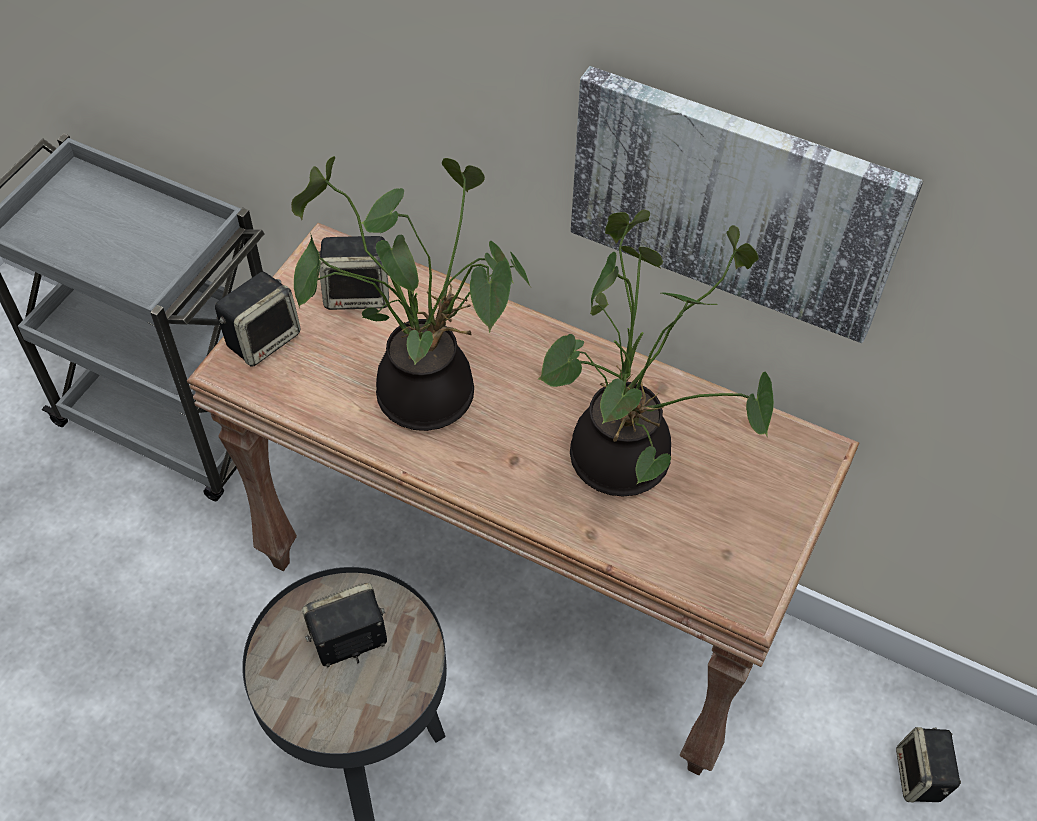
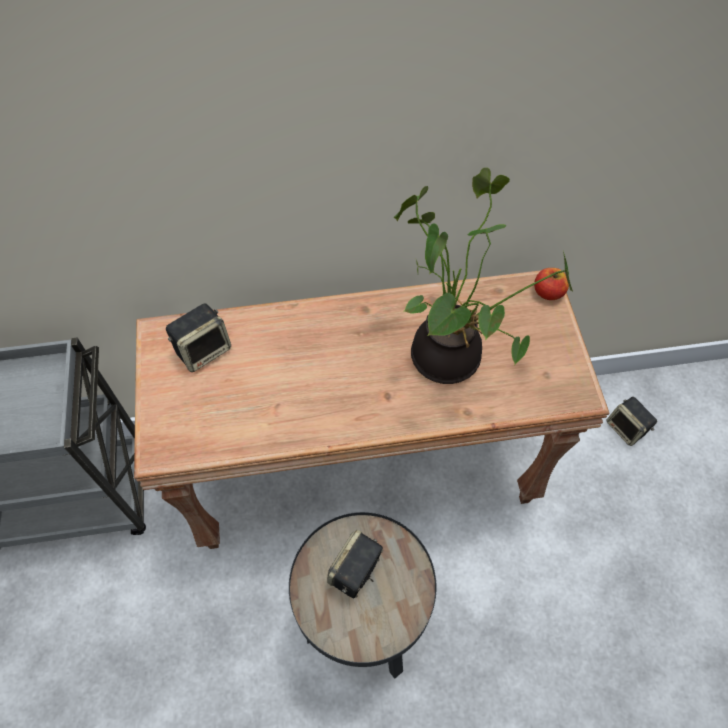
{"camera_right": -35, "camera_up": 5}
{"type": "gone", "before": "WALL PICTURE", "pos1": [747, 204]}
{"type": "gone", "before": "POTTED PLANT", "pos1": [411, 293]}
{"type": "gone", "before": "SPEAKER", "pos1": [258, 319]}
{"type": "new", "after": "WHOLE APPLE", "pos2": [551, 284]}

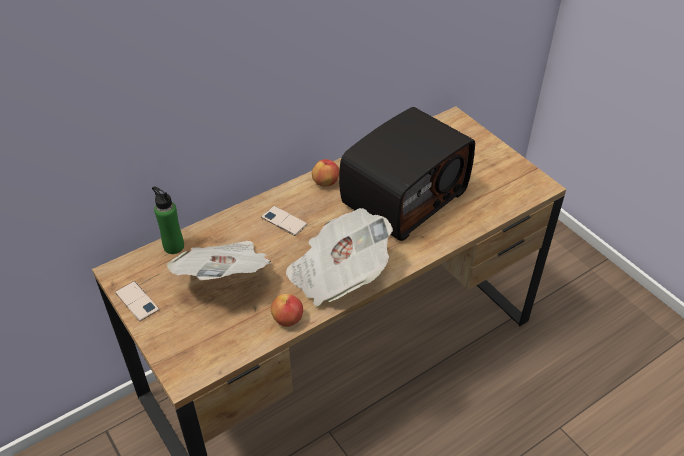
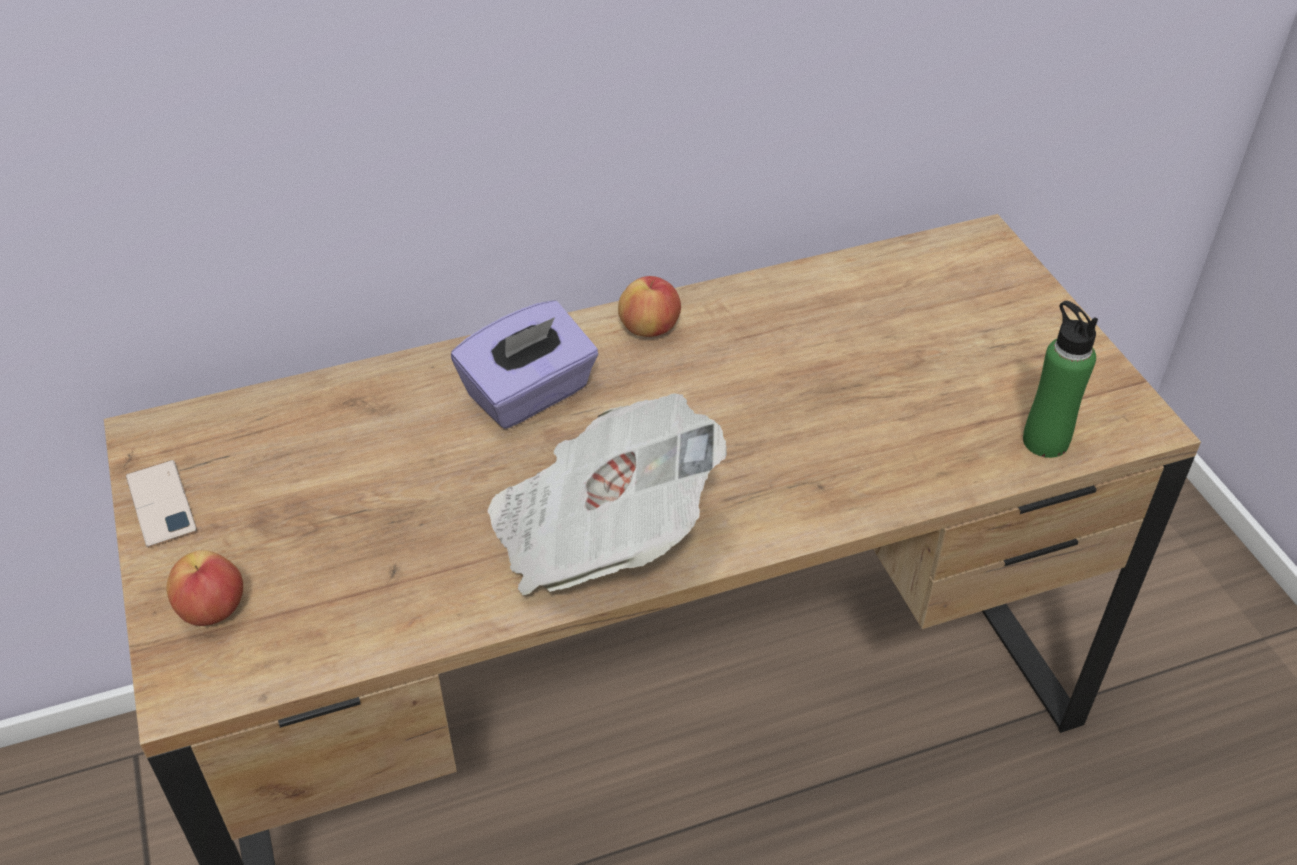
{"camera_right": 15, "camera_up": 0}
{"type": "gone", "before": "RADIO RECEIVER", "pos1": [407, 174]}
{"type": "shifted", "before": "GREENISH BEVERAGE BOTTLE", "pos1": [168, 220], "pos2": [1060, 379]}
{"type": "swapped", "before": "HANDSET", "after": "PURPLE-COLOURED TISSUE HOLDER", "pos1": [284, 221], "pos2": [524, 364]}
{"type": "gone", "before": "DAILY PAPER", "pos1": [219, 260]}
{"type": "shifted", "before": "WHOLE APPLE", "pos1": [287, 310], "pos2": [204, 588]}

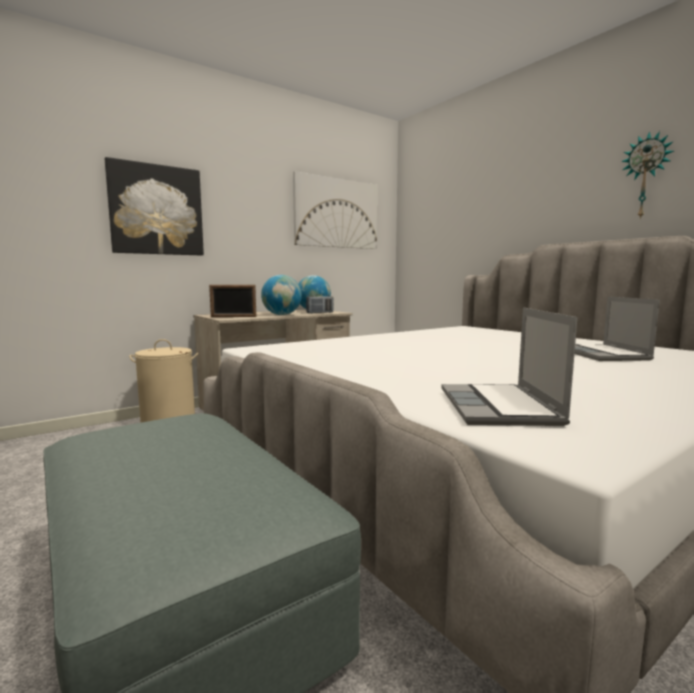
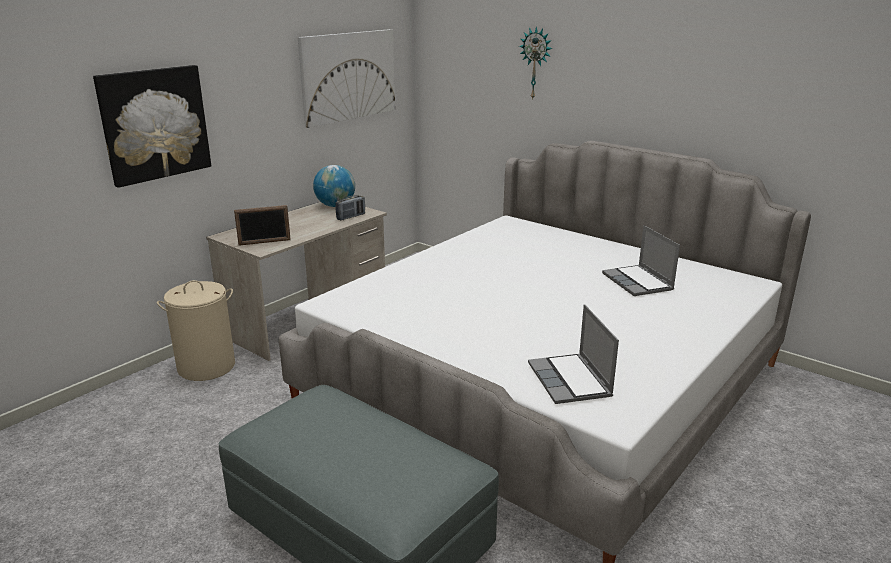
{"camera_right": -15, "camera_up": 15}
{"type": "shifted", "before": "HANGING CLOCK", "pos1": [647, 175], "pos2": [535, 63]}
{"type": "gone", "before": "GLOBE", "pos1": [281, 295]}

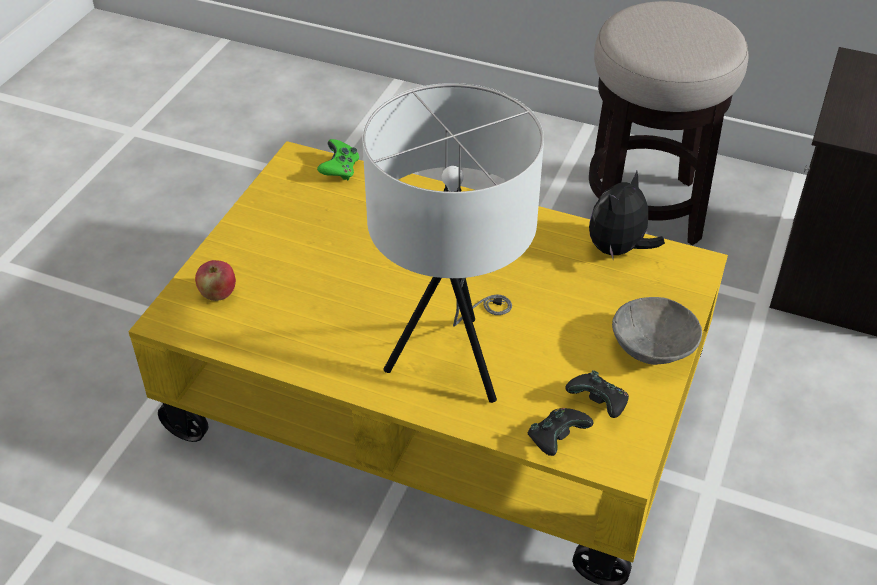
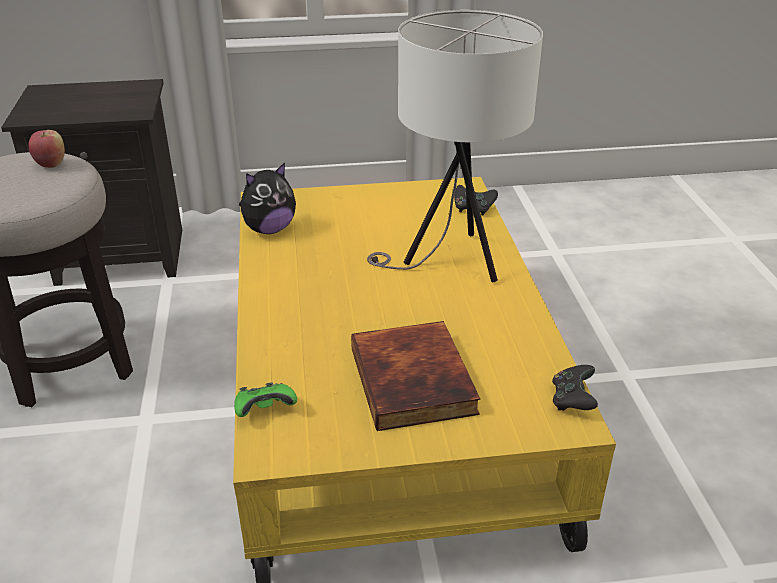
{"camera_right": -120, "camera_up": -10}
{"type": "rotated", "before": "CUDDLY TOY", "pos1": [627, 216], "pos2": [267, 198], "turn": -45}
{"type": "shifted", "before": "WHOLE APPLE", "pos1": [215, 280], "pos2": [47, 149]}
{"type": "gone", "before": "GRAY DEEP DISH", "pos1": [657, 331]}
{"type": "shifted", "before": "BLACK GAME CONTROLLER", "pos1": [597, 394], "pos2": [575, 388]}
{"type": "new", "after": "BOOK", "pos2": [415, 376]}

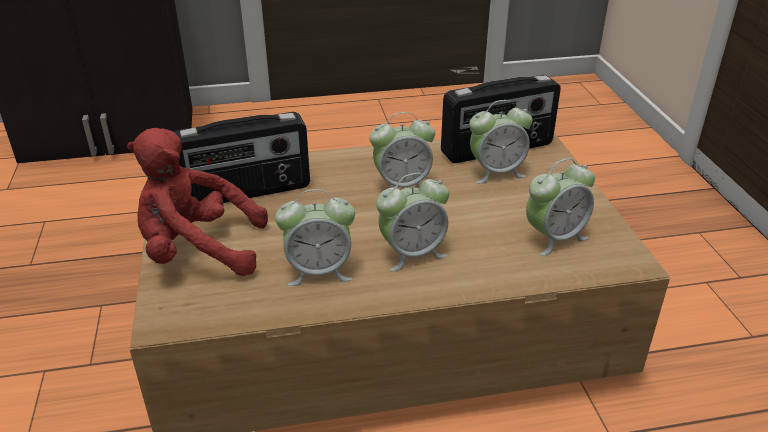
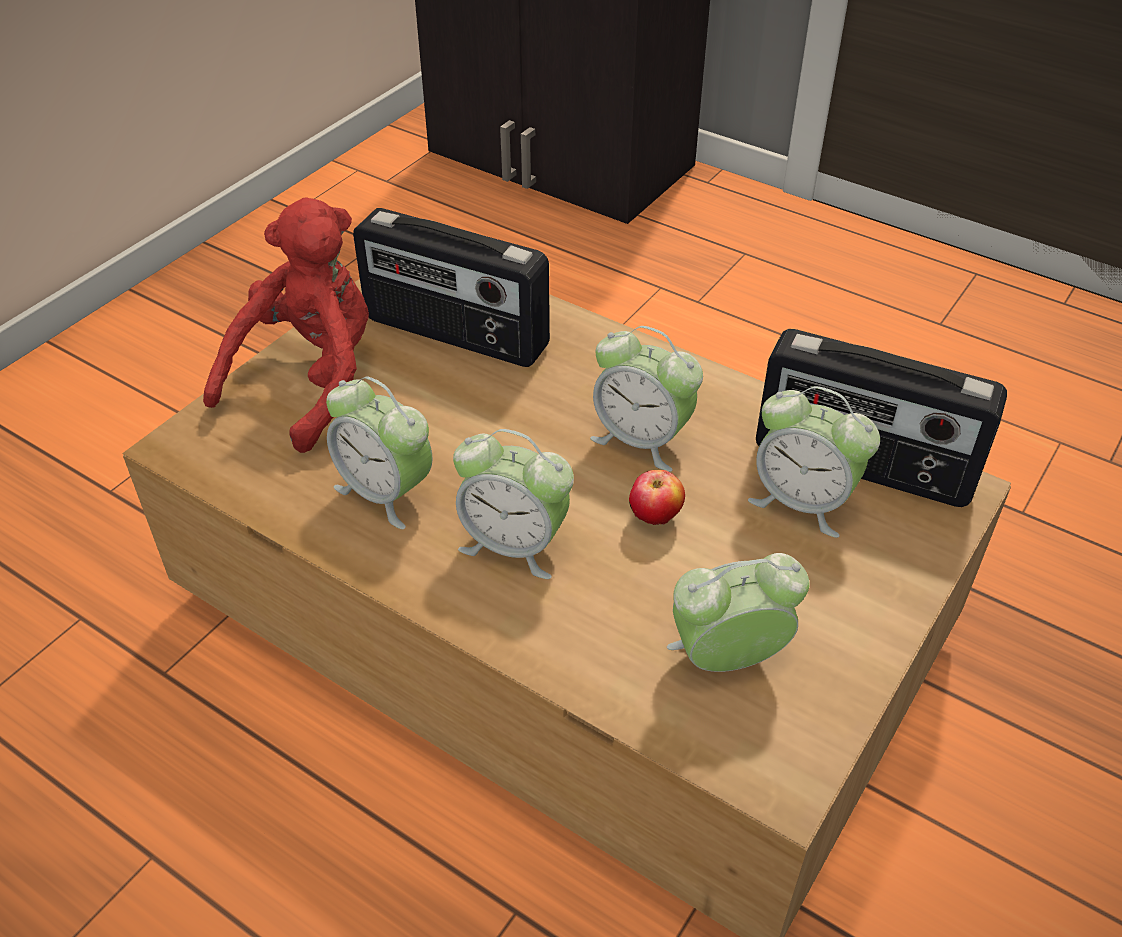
{"camera_right": 45, "camera_up": 10}
{"type": "rotated", "before": "RED-COLOURED CUDDLY TOY", "pos1": [197, 202], "pos2": [286, 325], "turn": 75}
{"type": "rotated", "before": "TABLE CLOCK", "pos1": [560, 207], "pos2": [738, 612], "turn": 150}
{"type": "new", "after": "WHOLE APPLE", "pos2": [657, 497]}

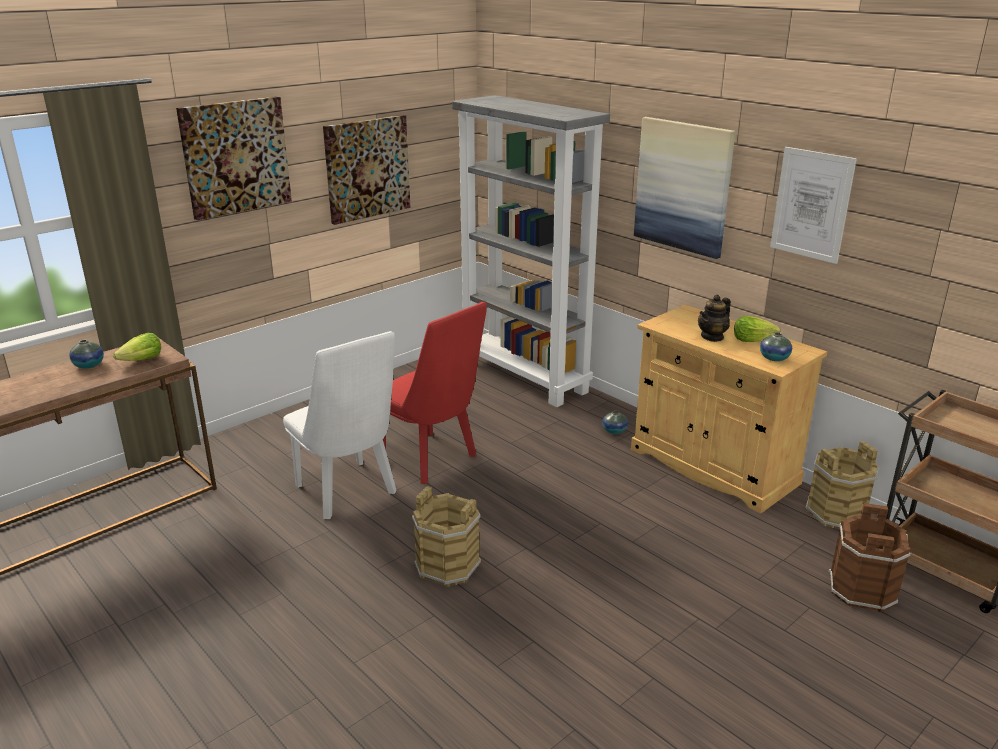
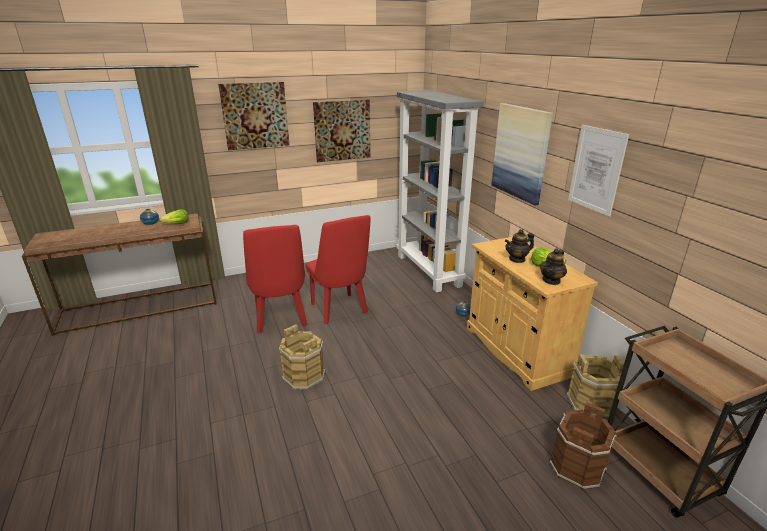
{"camera_right": 20, "camera_up": 0}
{"type": "repainted", "before": "WHITE UPRIGHT CHAIR", "after": "RED-COLOURED UPRIGHT CHAIR", "pos1": [340, 425], "pos2": [275, 279]}
{"type": "swapped", "before": "DECORATIVE VASE", "after": "TEAPOT", "pos1": [776, 347], "pos2": [553, 266]}

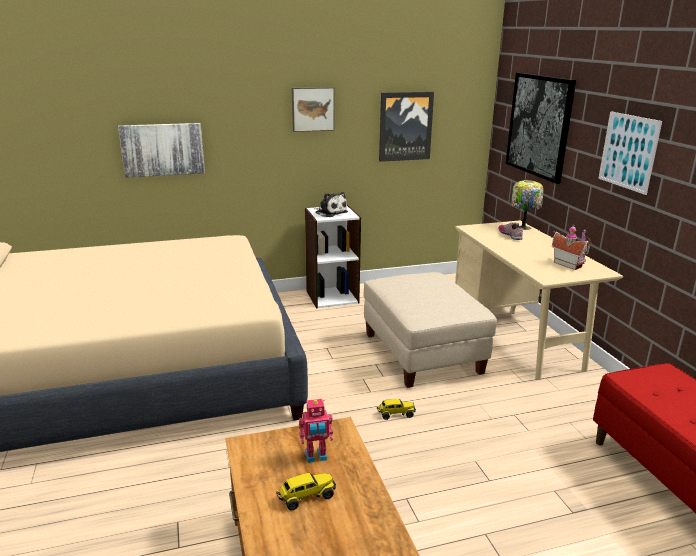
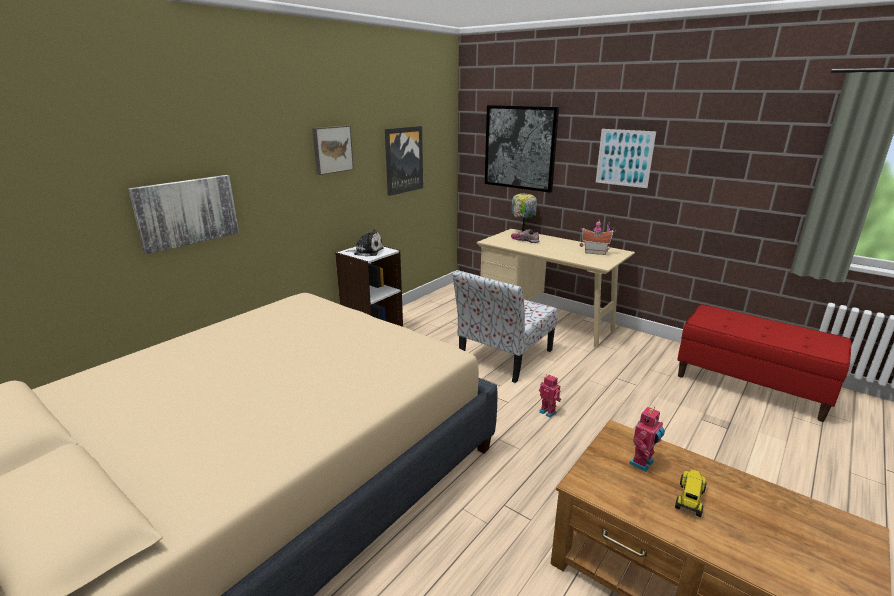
{"camera_right": -35, "camera_up": 0}
{"type": "swapped", "before": "BEIGE-COLOURED FOOTREST", "after": "UPRIGHT CHAIR", "pos1": [430, 330], "pos2": [505, 327]}
{"type": "swapped", "before": "TOY TRUCK", "after": "TOY ROBOT", "pos1": [396, 409], "pos2": [550, 396]}

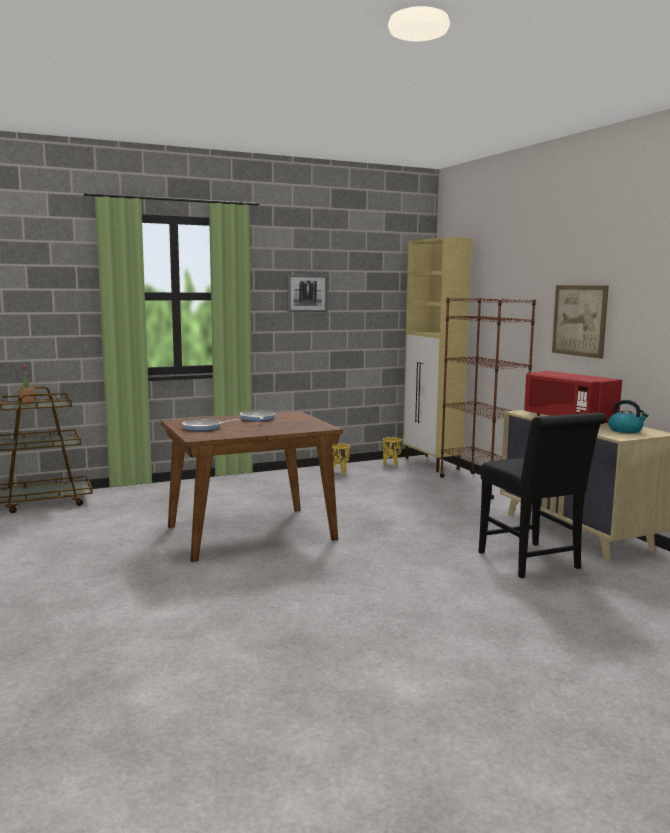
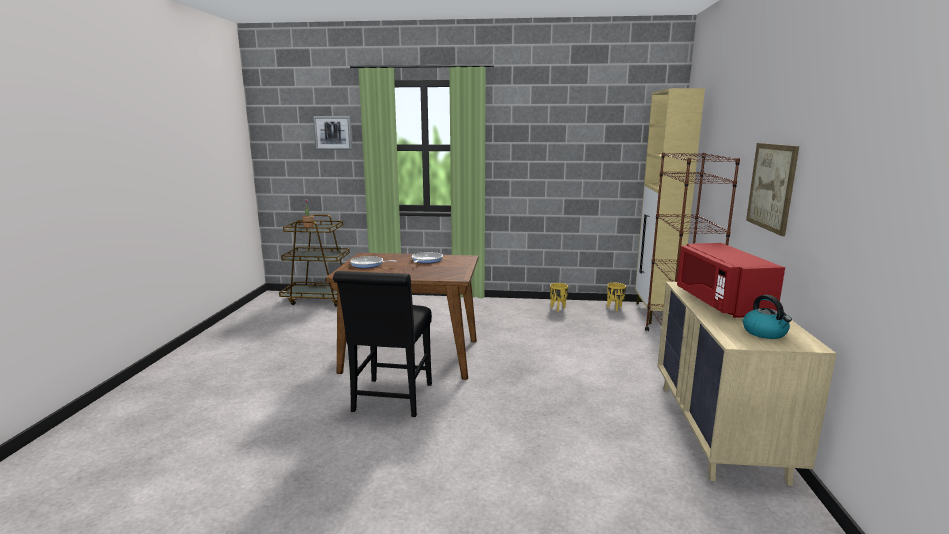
{"camera_right": 30, "camera_up": 5}
{"type": "shifted", "before": "WALL PICTURE", "pos1": [307, 293], "pos2": [332, 133]}
{"type": "shifted", "before": "BLACK UPRIGHT CHAIR", "pos1": [543, 495], "pos2": [382, 344]}

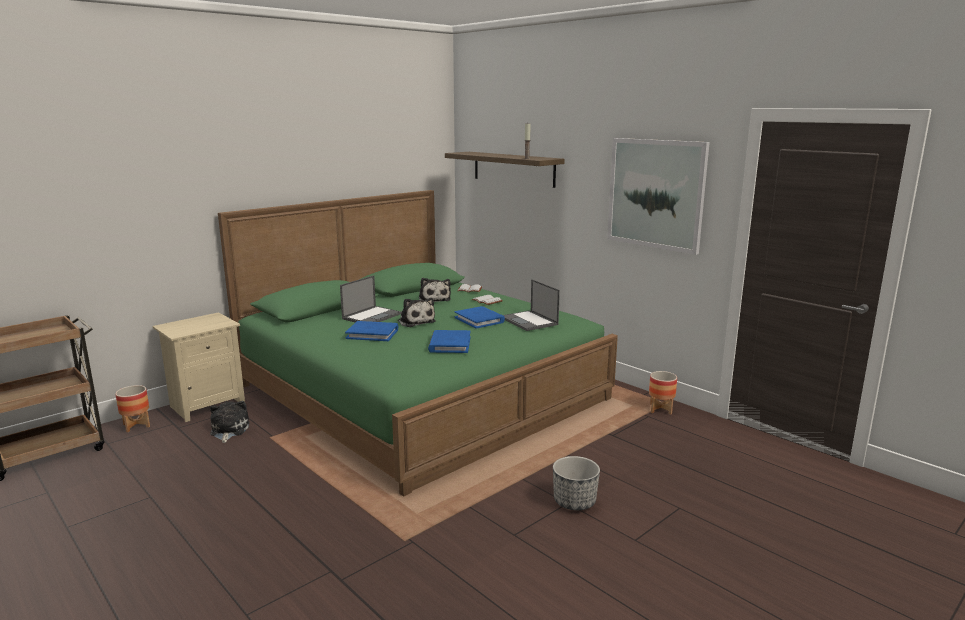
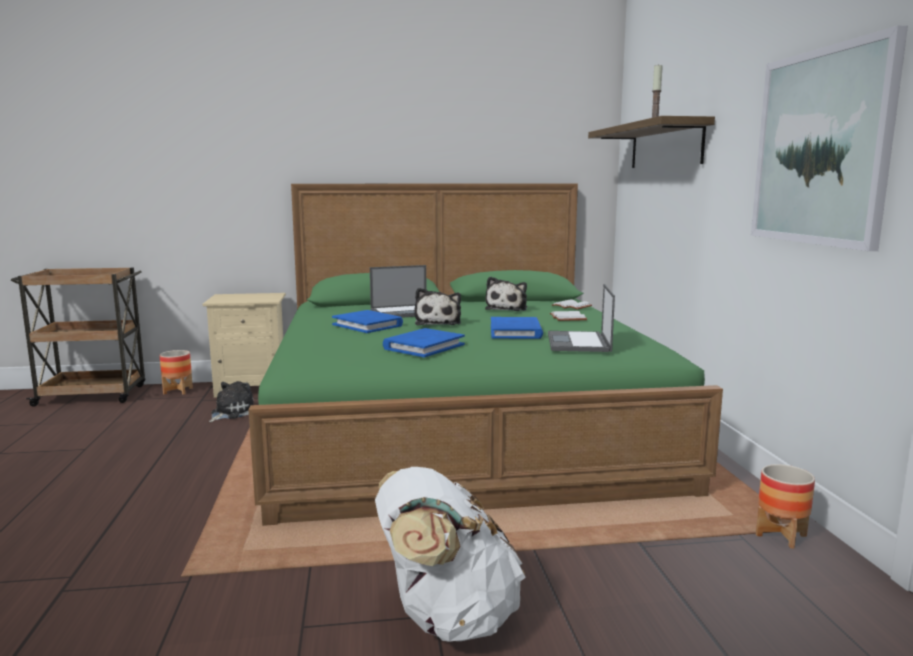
{"camera_right": 35, "camera_up": -5}
{"type": "swapped", "before": "PLANT POT", "after": "WHITE BACKPACK", "pos1": [576, 483], "pos2": [450, 554]}

